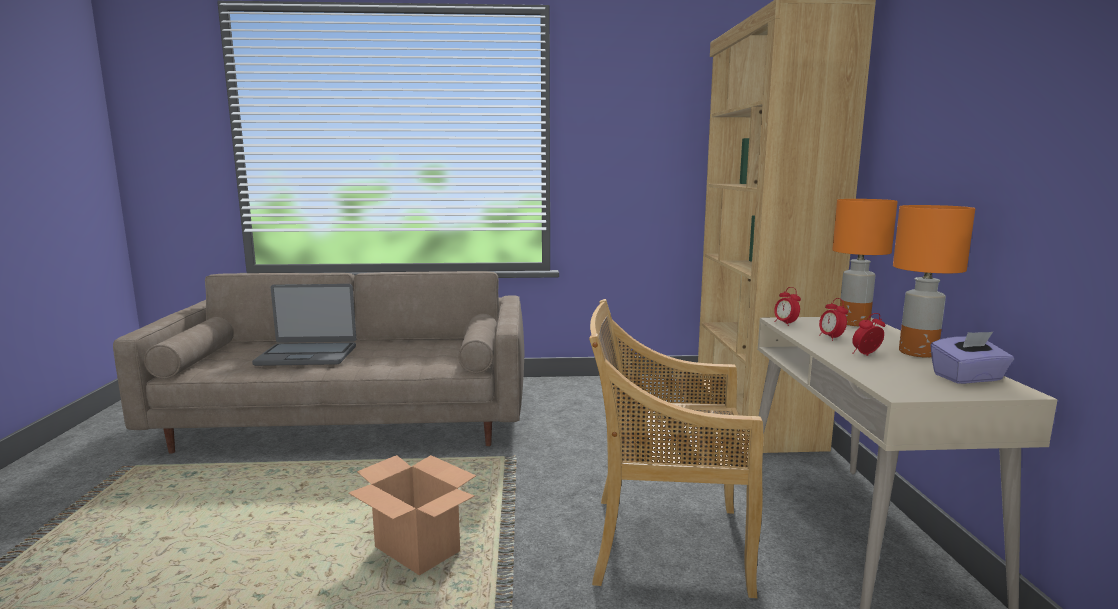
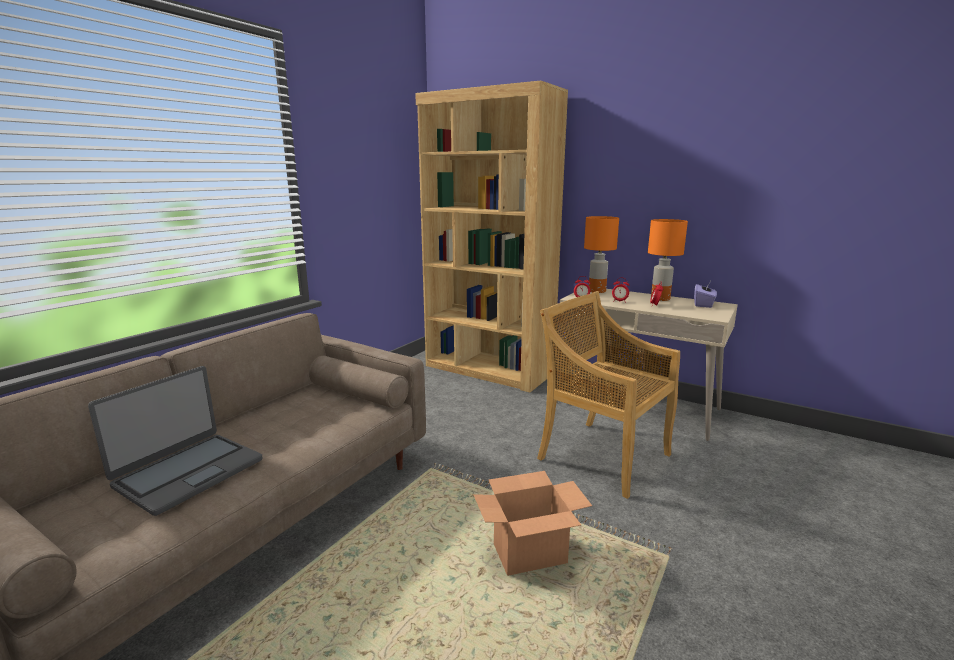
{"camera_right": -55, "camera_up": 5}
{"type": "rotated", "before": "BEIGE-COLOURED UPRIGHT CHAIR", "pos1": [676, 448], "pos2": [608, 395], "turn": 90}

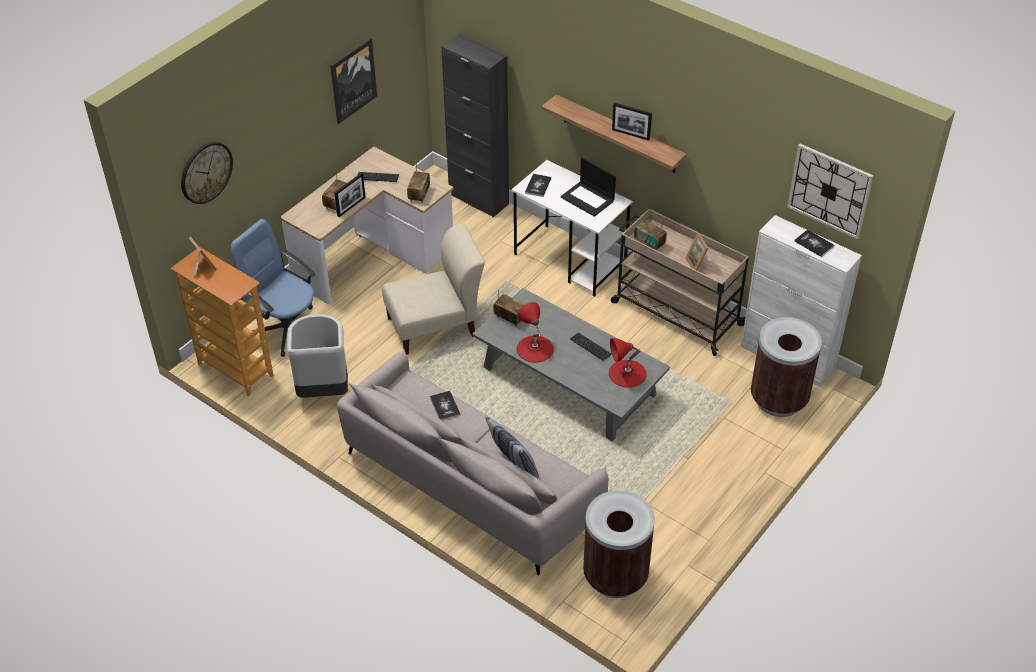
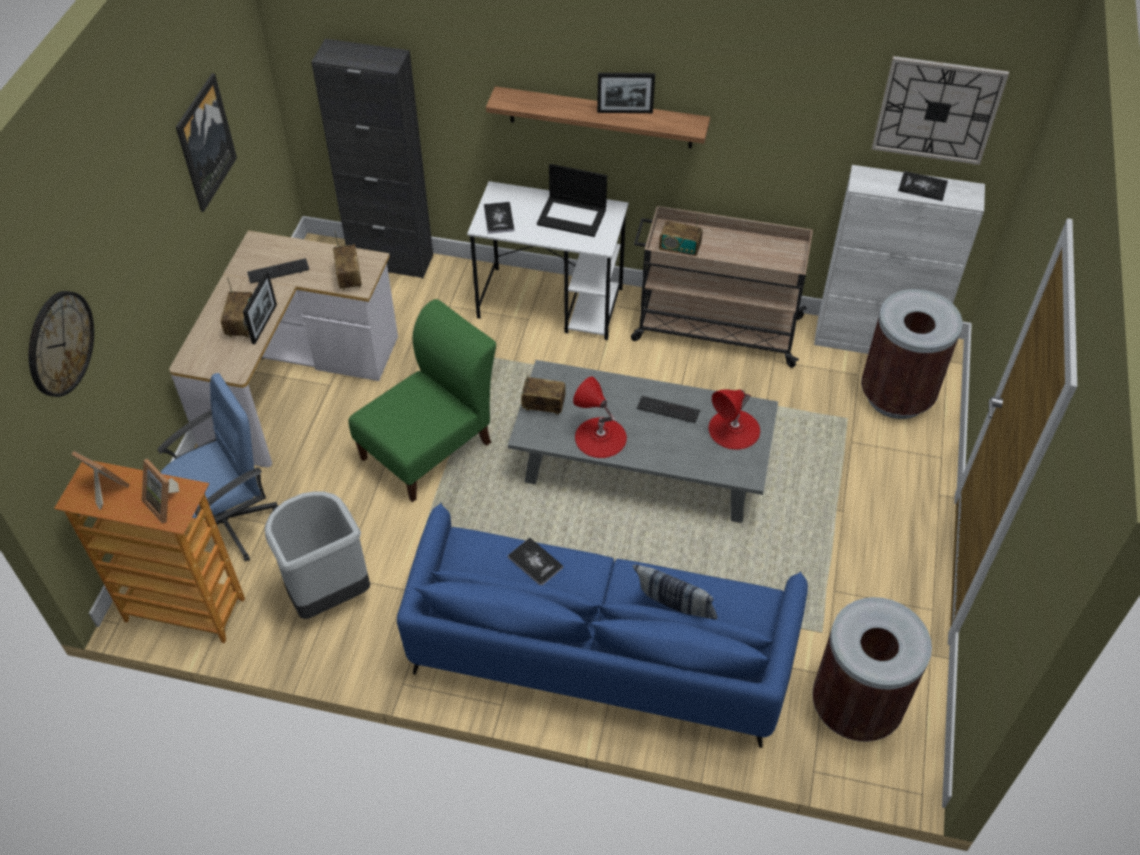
{"camera_right": -25, "camera_up": 5}
{"type": "rotated", "before": "BLUE OFFICE CHAIR", "pos1": [273, 288], "pos2": [218, 467], "turn": 135}
{"type": "repainted", "before": "BEIGE-COLOURED UPRIGHT CHAIR", "after": "GREENISH UPRIGHT CHAIR", "pos1": [433, 289], "pos2": [422, 400]}
{"type": "shifted", "before": "PHOTO FRAME", "pos1": [697, 252], "pos2": [160, 491]}
{"type": "repainted", "before": "GRAY COUCH", "after": "BLUE COUCH", "pos1": [472, 463], "pos2": [602, 625]}

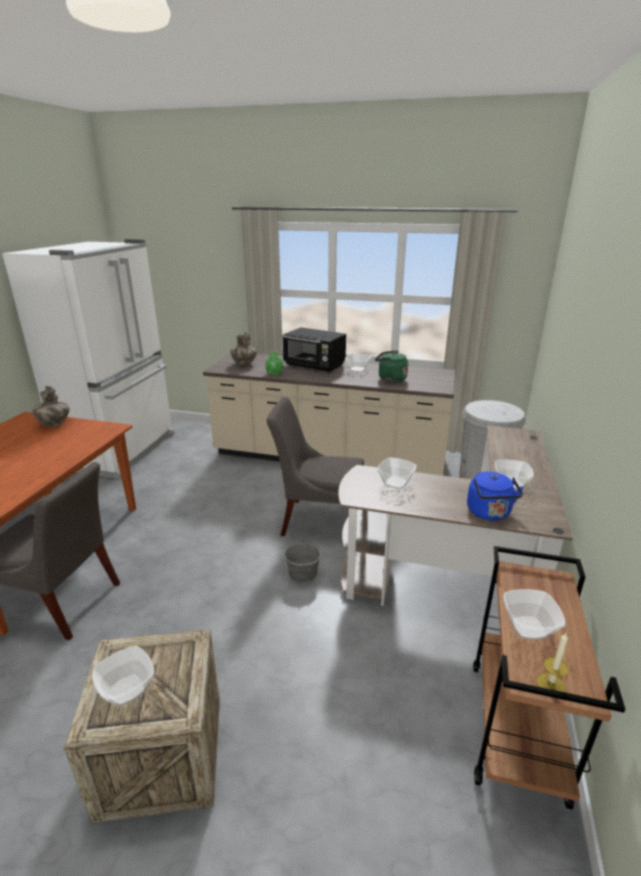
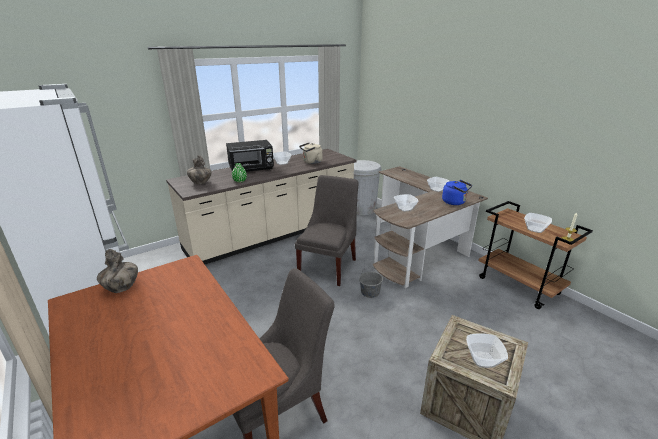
{"camera_right": -50, "camera_up": 0}
{"type": "repainted", "before": "GREENISH KETTLE", "after": "BEIGE-COLOURED KETTLE", "pos1": [391, 366], "pos2": [311, 153]}
{"type": "rotated", "before": "GRAY UPRIGHT CHAIR", "pos1": [315, 466], "pos2": [327, 230], "turn": 150}

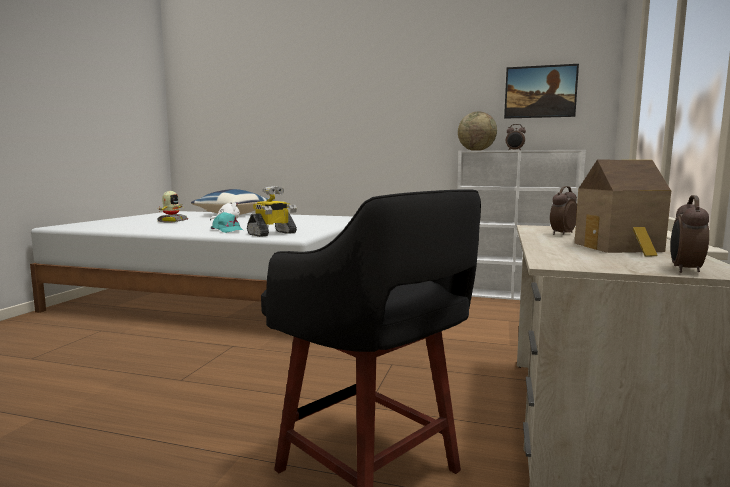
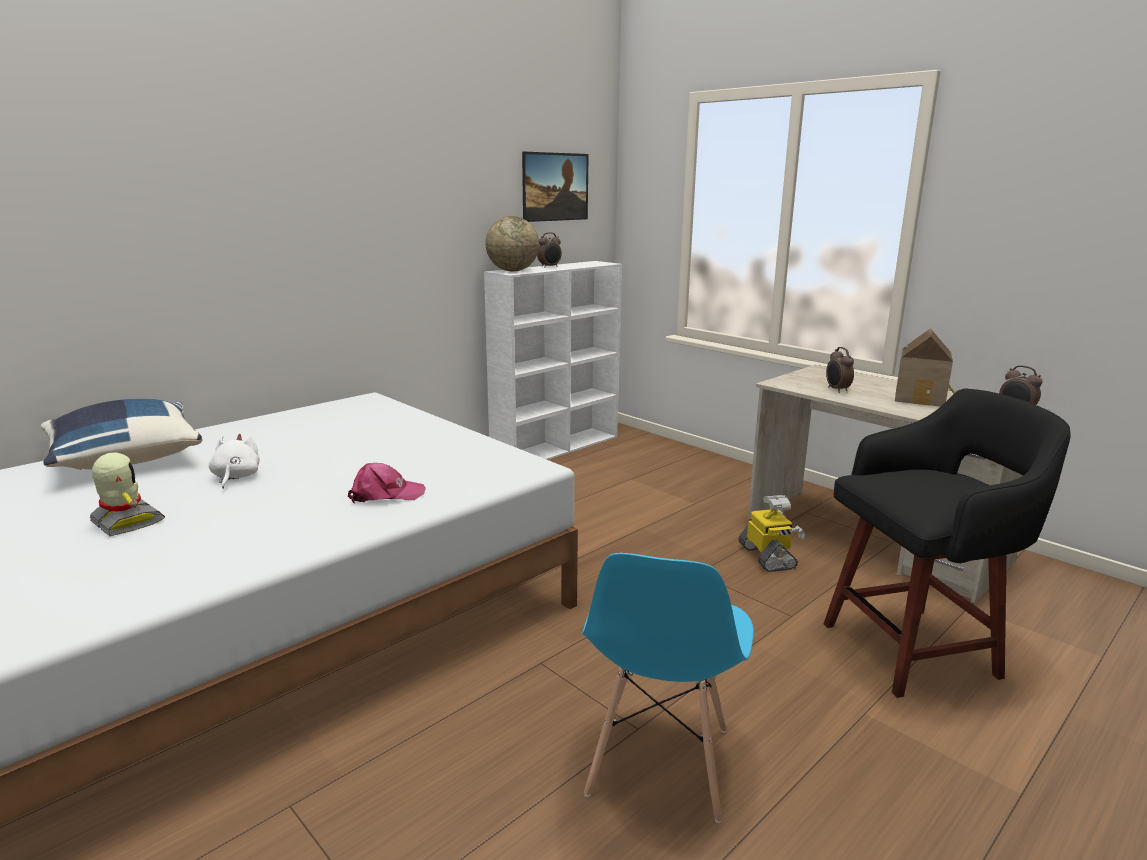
{"camera_right": -60, "camera_up": 10}
{"type": "shifted", "before": "TOY ROBOT", "pos1": [272, 211], "pos2": [772, 533]}
{"type": "repainted", "before": "TURQUOISE-COLOURED BASEBALL CAP", "after": "PINK BASEBALL CAP", "pos1": [227, 222], "pos2": [387, 483]}
{"type": "new", "after": "BLUE UPRIGHT CHAIR", "pos2": [668, 688]}

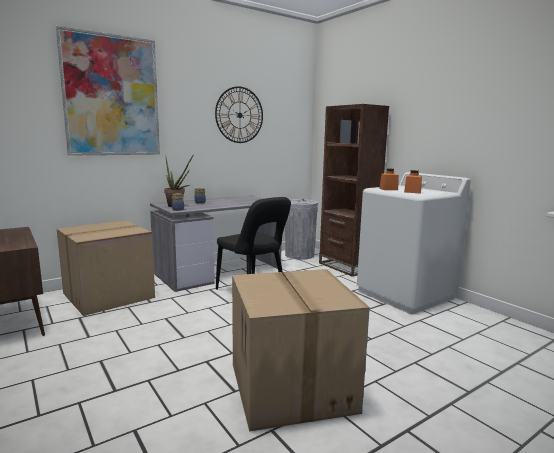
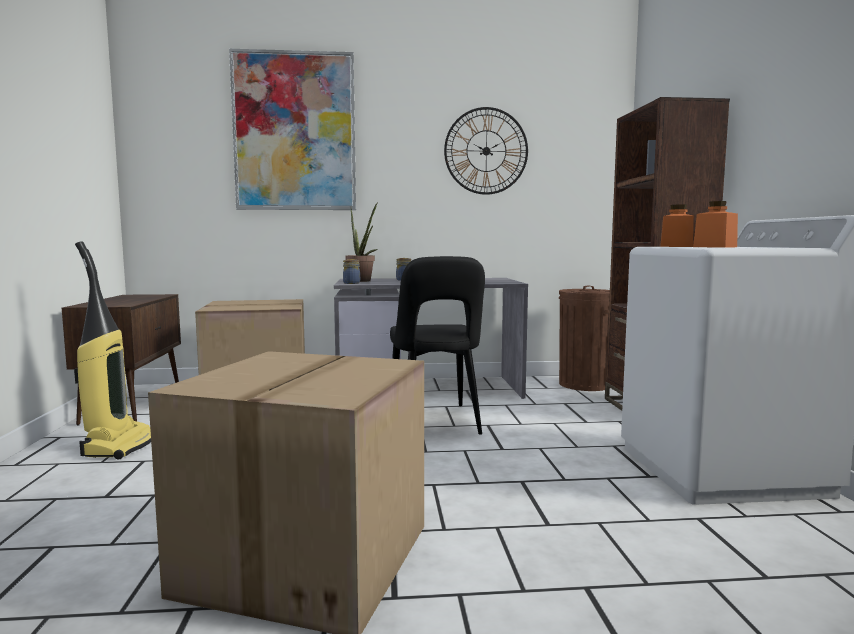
{"camera_right": 30, "camera_up": -5}
{"type": "repainted", "before": "GRAY RUBBISH BIN", "after": "BROWN RUBBISH BIN", "pos1": [301, 229], "pos2": [584, 338]}
{"type": "new", "after": "HOOVER", "pos2": [112, 350]}

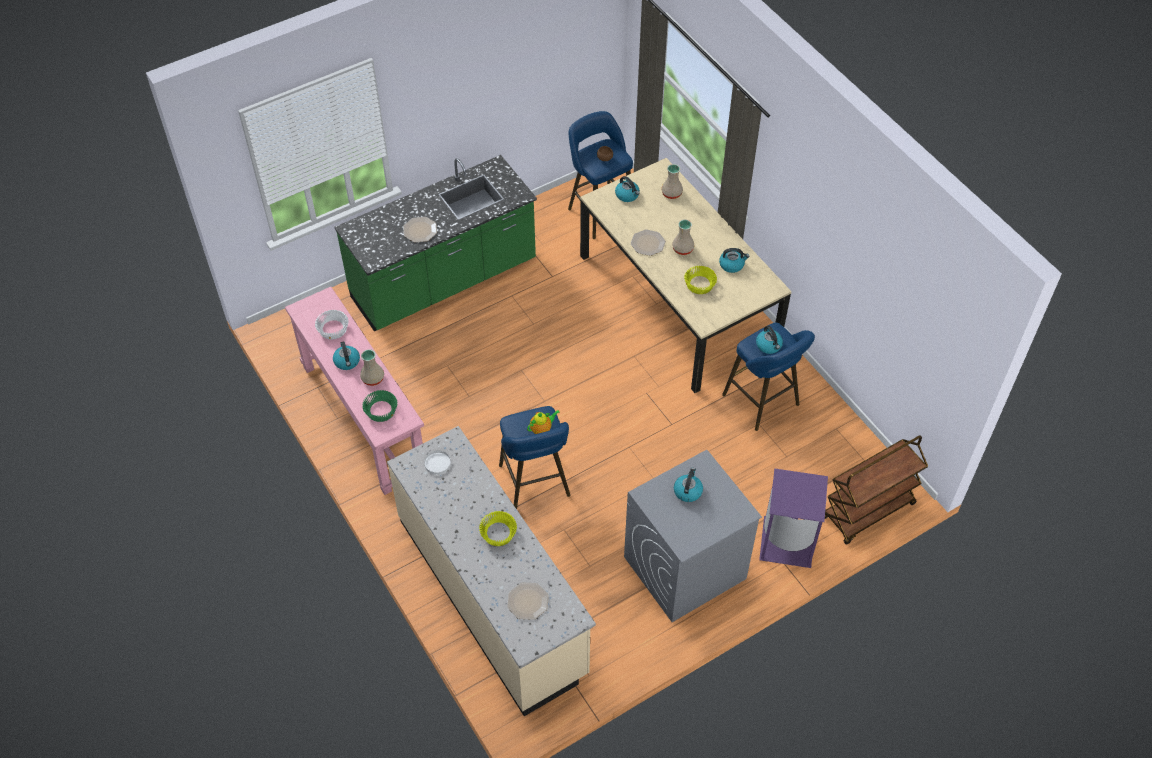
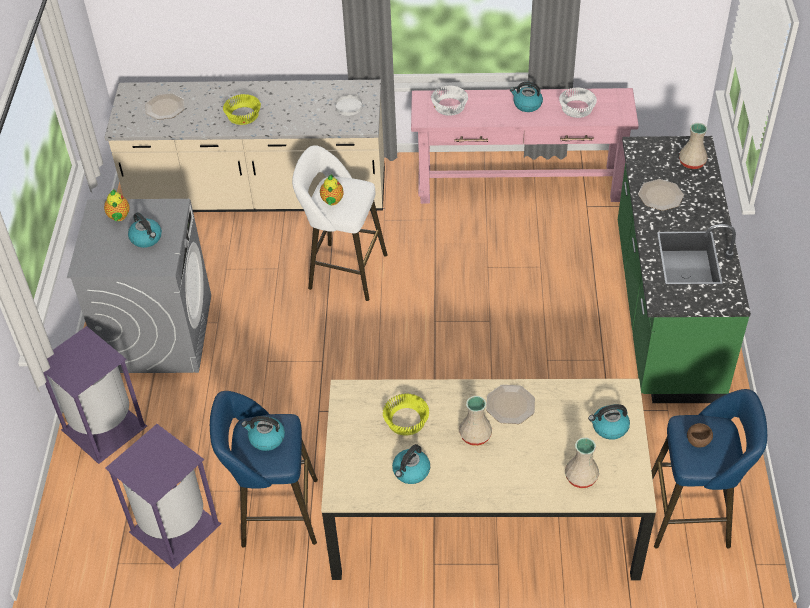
{"camera_right": 125, "camera_up": -5}
{"type": "shifted", "before": "BEIGE-COLOURED DECORATIVE VASE", "pos1": [372, 367], "pos2": [693, 146]}
{"type": "repainted", "before": "GREENISH DEEP DISH", "after": "WHITE DEEP DISH", "pos1": [379, 406], "pos2": [449, 101]}
{"type": "repainted", "before": "BLUE SITTING STOOL", "after": "WHITE SITTING STOOL", "pos1": [534, 457], "pos2": [339, 223]}
{"type": "gone", "before": "BROWN WHEELED CART", "pos1": [876, 490]}
{"type": "new", "after": "TEAPOT", "pos2": [117, 205]}
{"type": "new", "after": "PURPLE-COLOURED RUBBISH BIN", "pos2": [163, 496]}

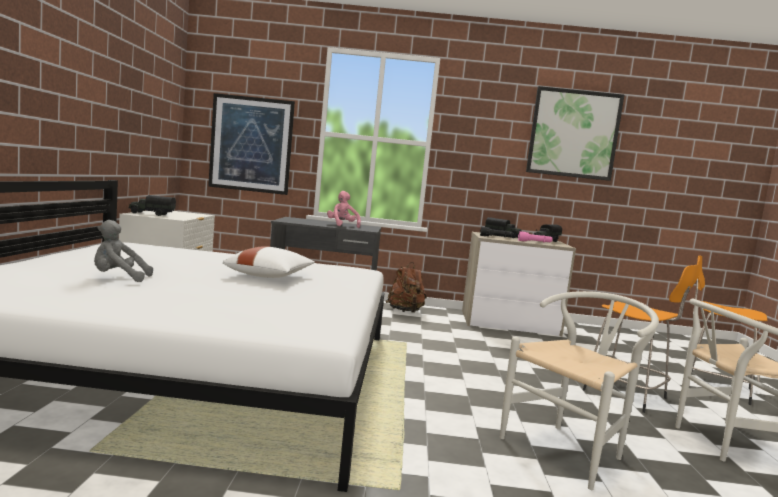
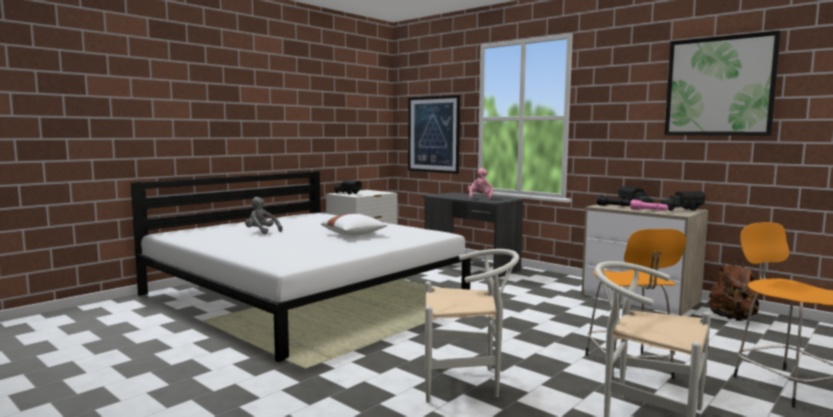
{"camera_right": 40, "camera_up": 0}
{"type": "shifted", "before": "BROWN BACKPACK", "pos1": [406, 287], "pos2": [732, 290]}

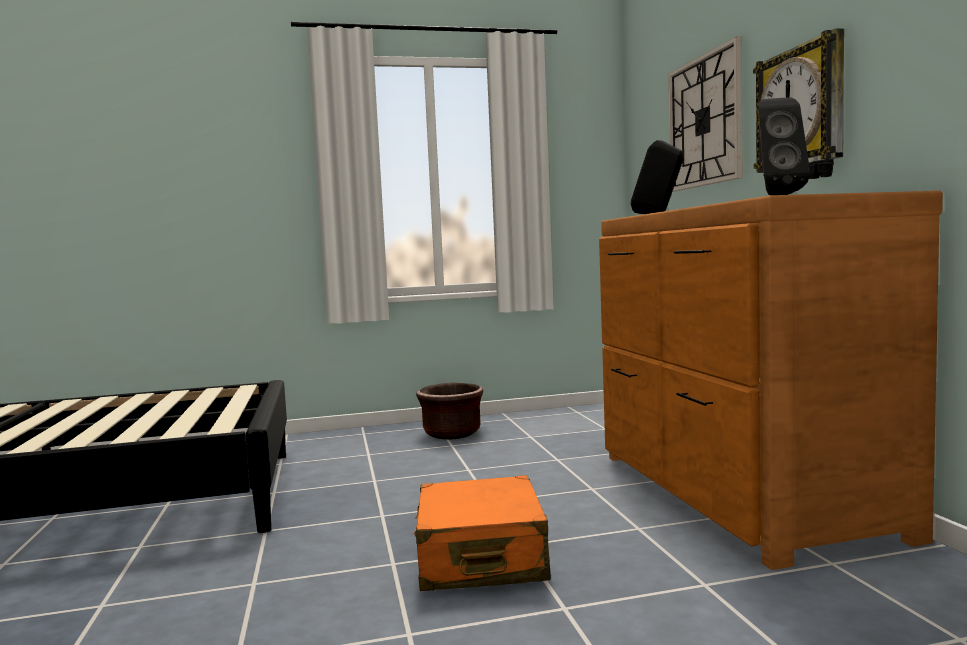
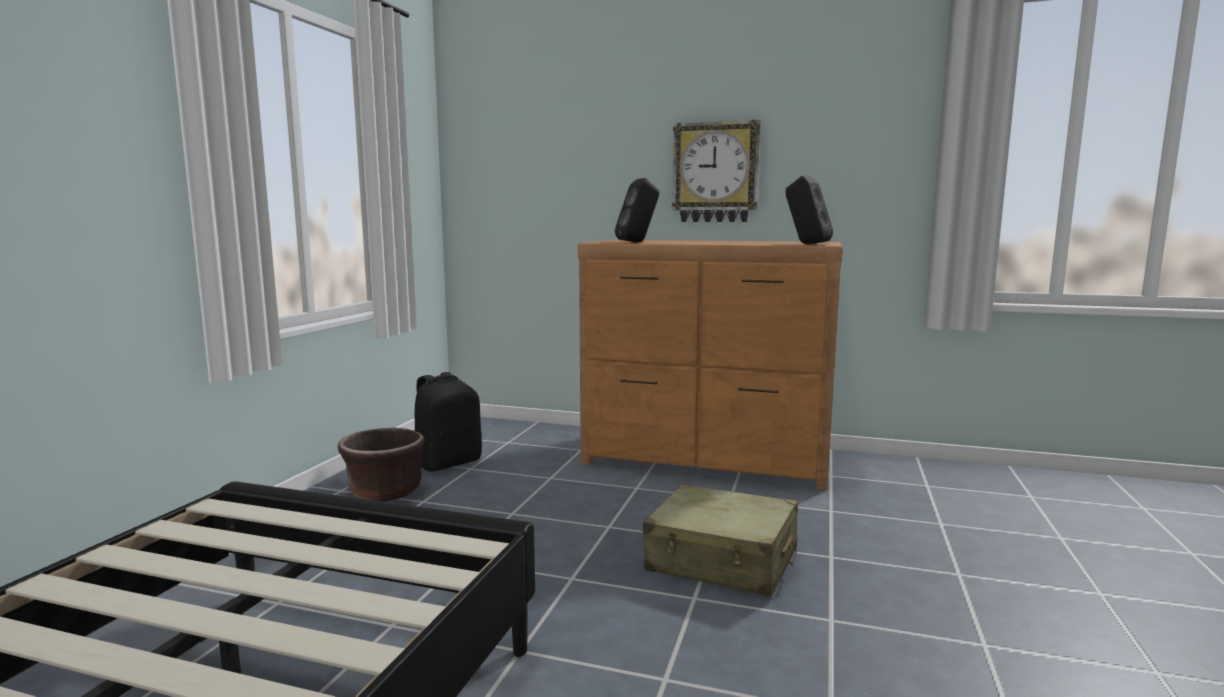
{"camera_right": -60, "camera_up": 5}
{"type": "gone", "before": "HANGING CLOCK", "pos1": [705, 114]}
{"type": "repainted", "before": "ORANGE-COLOURED TRAVEL CASE", "after": "BEIGE-COLOURED TRAVEL CASE", "pos1": [482, 533], "pos2": [720, 540]}
{"type": "new", "after": "BLACK BACKPACK", "pos2": [448, 422]}

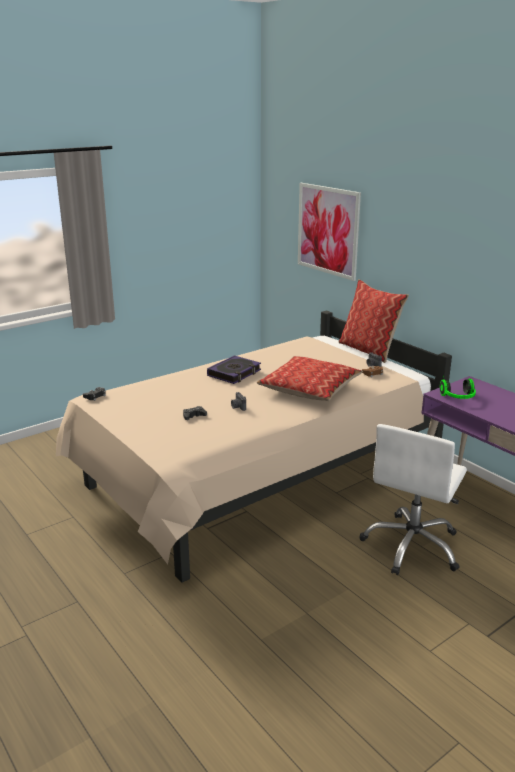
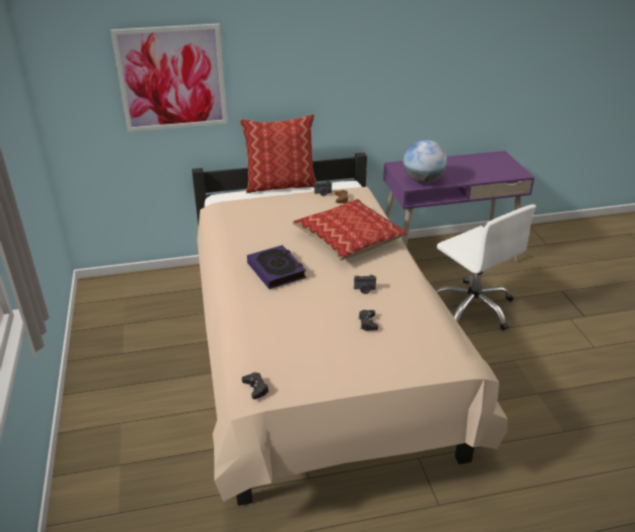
{"camera_right": -65, "camera_up": 10}
{"type": "swapped", "before": "HEADPHONES", "after": "GLOBE", "pos1": [458, 387], "pos2": [425, 161]}

